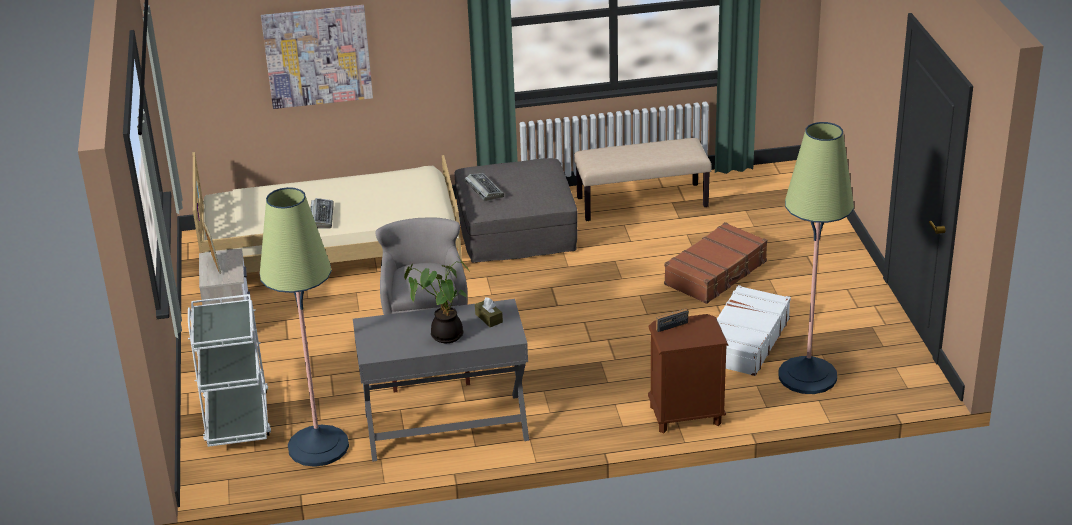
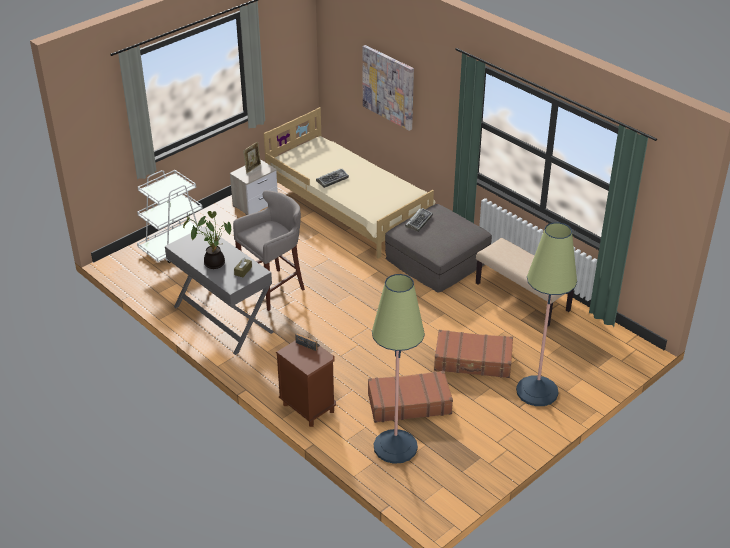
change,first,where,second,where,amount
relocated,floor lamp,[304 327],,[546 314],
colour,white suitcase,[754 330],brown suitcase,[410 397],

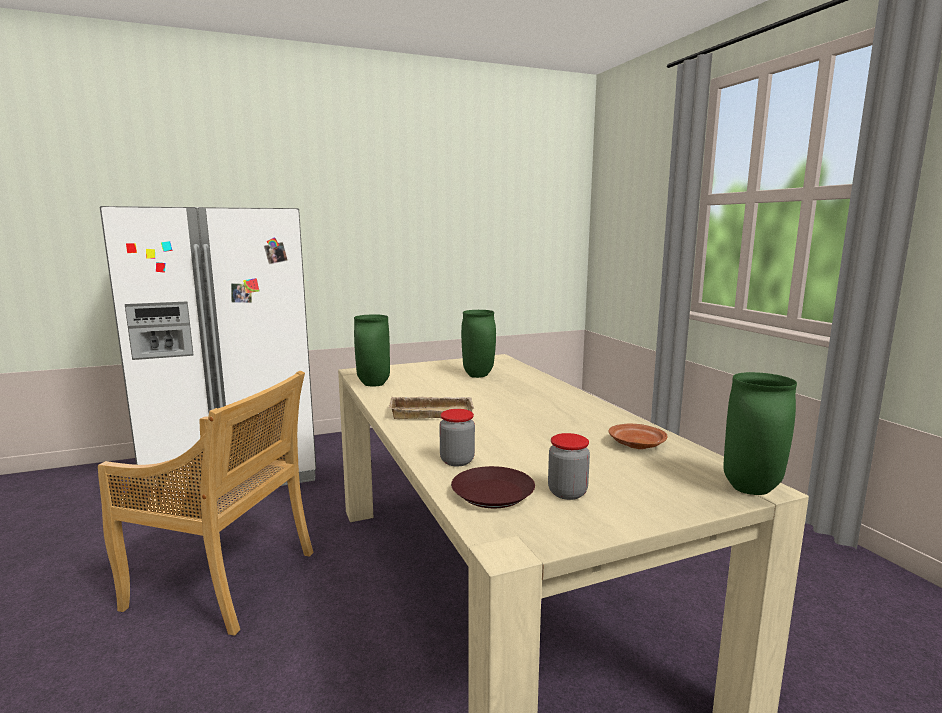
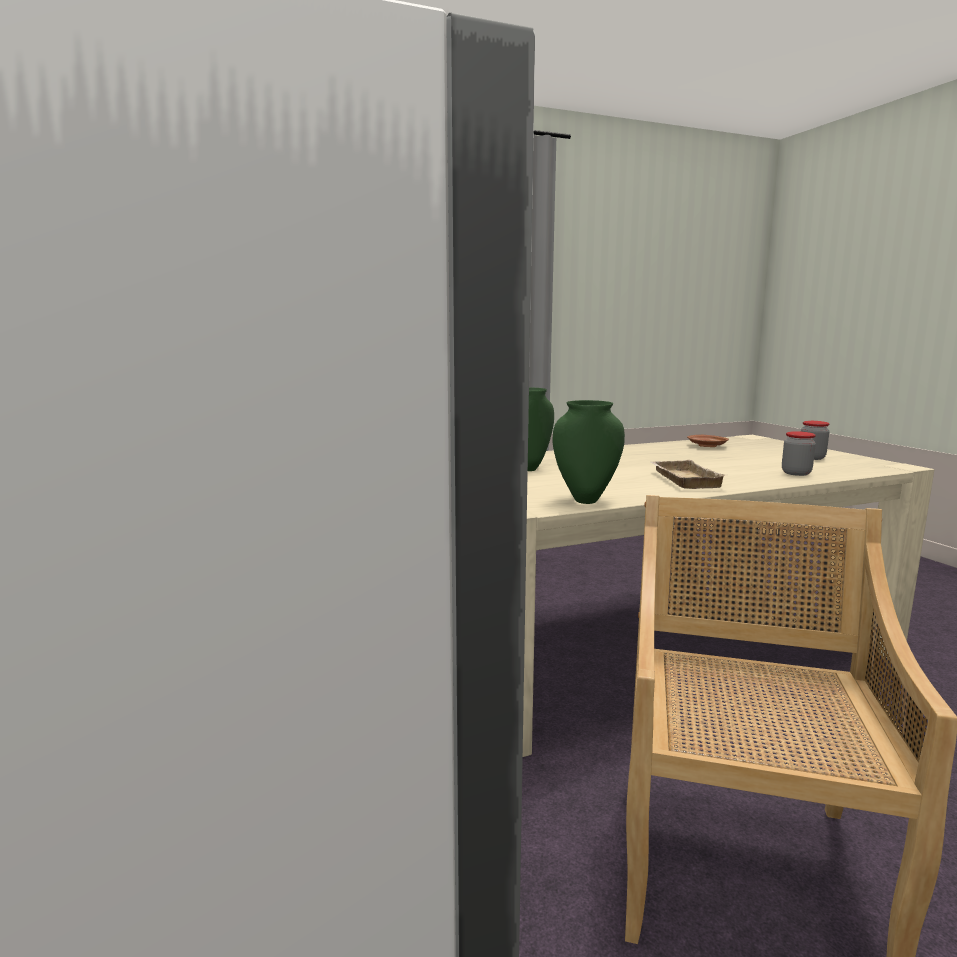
change,first,where,second,where,amount
missing,brown plate,[493 487],,,
missing,green vase,[760 433],,,

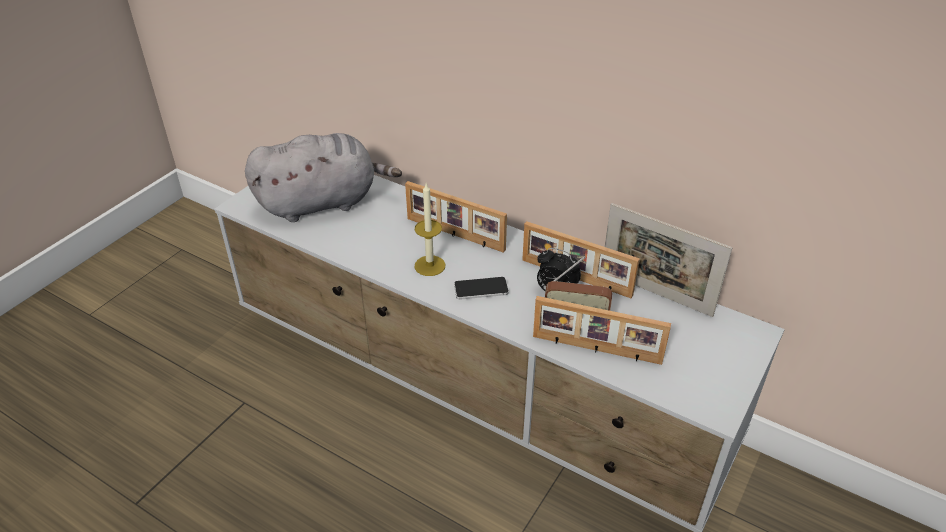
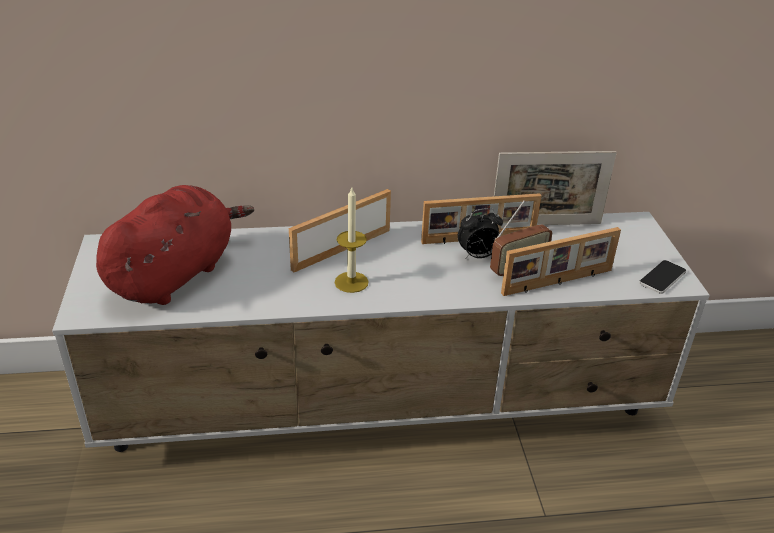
change,first,where,second,where,amount
colour,grey plush toy,[323 177],red plush toy,[175 245],
spun,picture frame,[456 217],,[340 231],150 degrees clockwise
relocated,phone,[481 288],,[662 277],

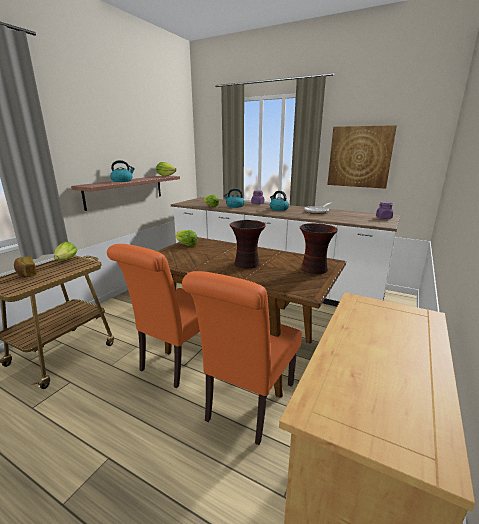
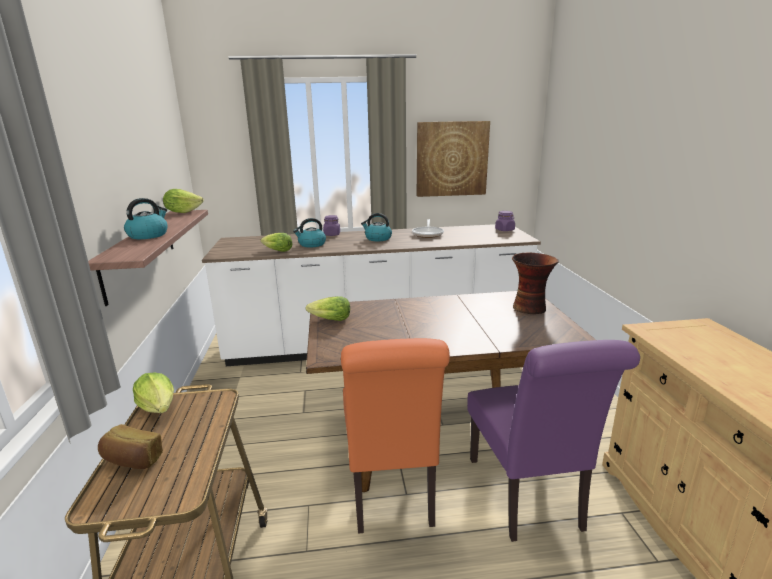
change,first,where,second,where,amount
colour,orange chair,[242 358],purple chair,[553 441],
missing,vase,[248 244],,,

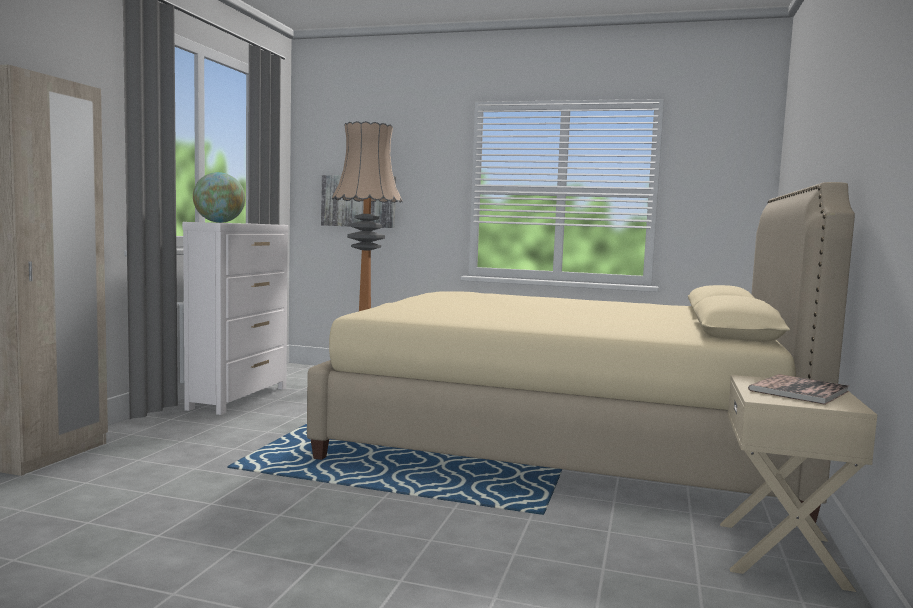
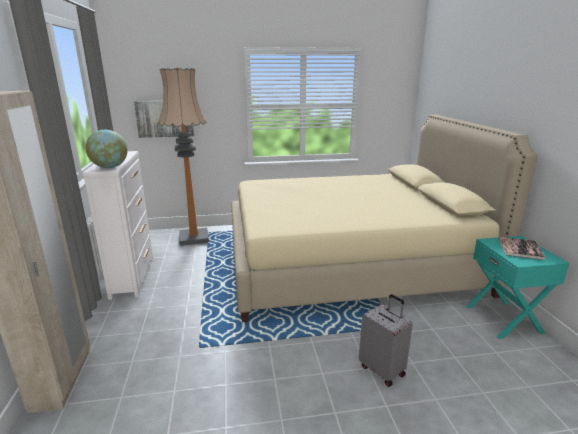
change,first,where,second,where,amount
colour,beige nightstand,[798 483],turquoise nightstand,[518 287],
appeared,,,grey suitcase,[386 340],

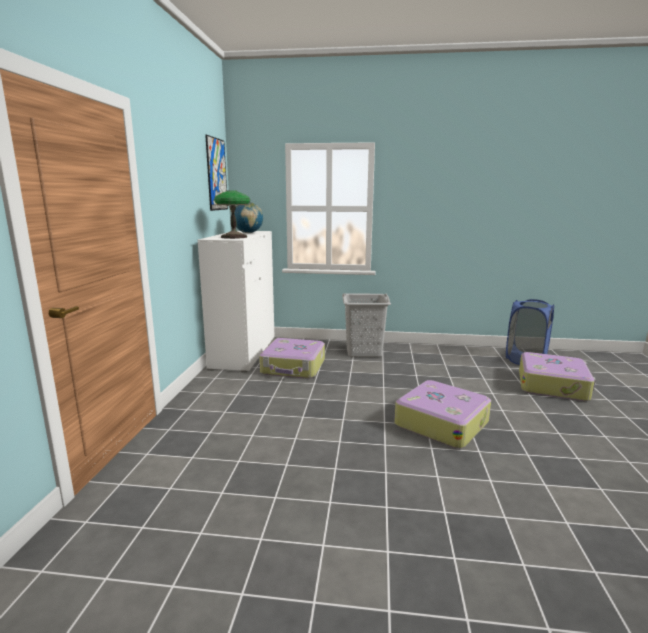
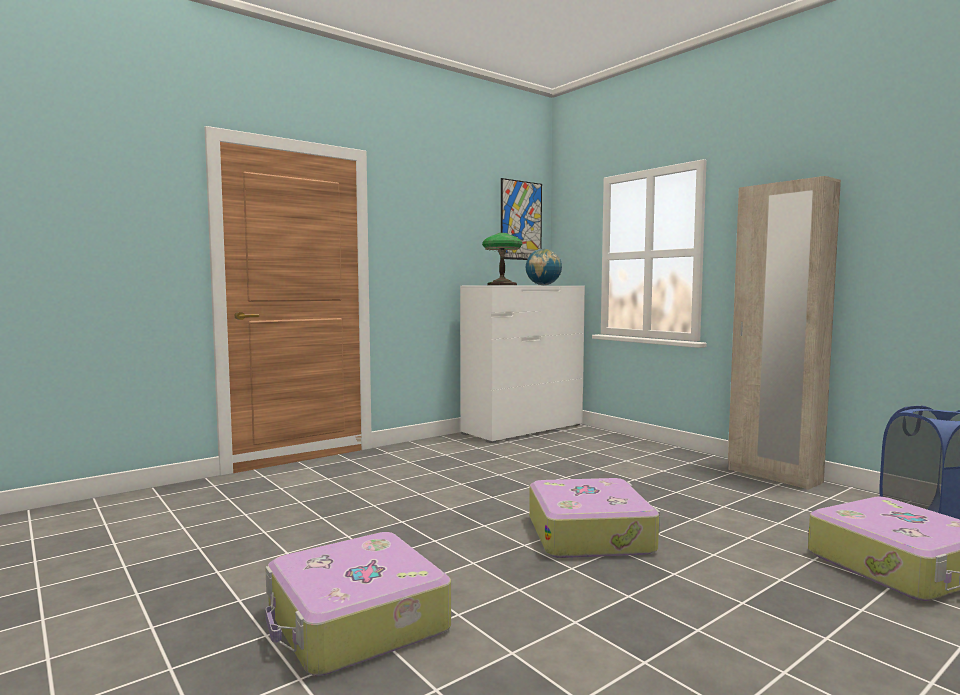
change,first,where,second,where,amount
relocated,suitcase,[292 358],,[358 603],
missing,grey laundry basket,[366 325],,,
appeared,,,beige wardrobe,[784 333],

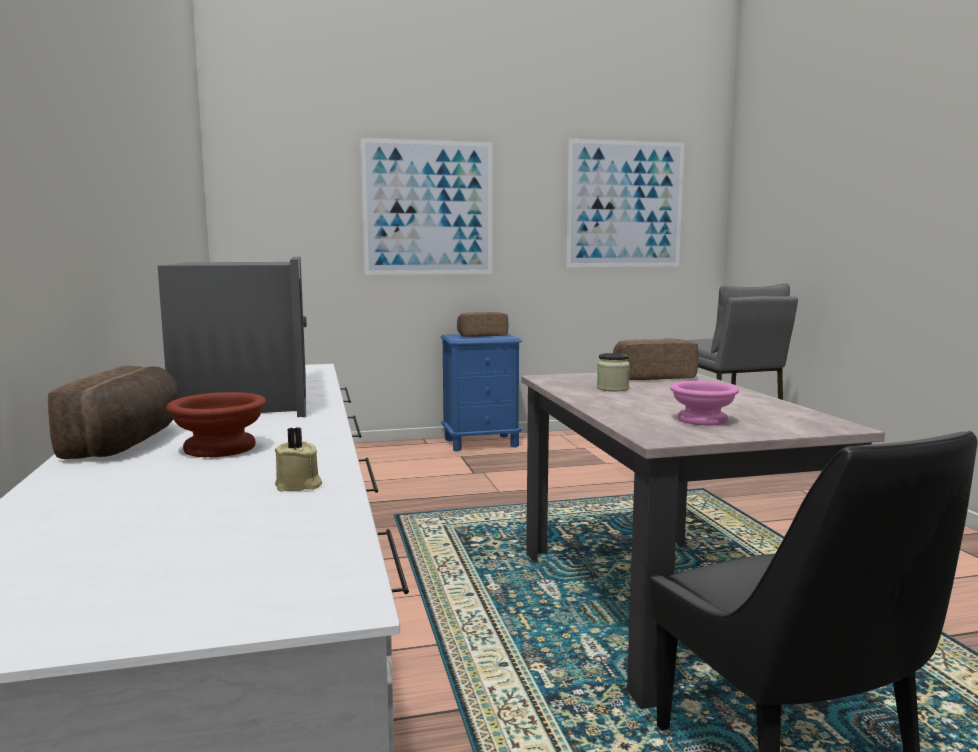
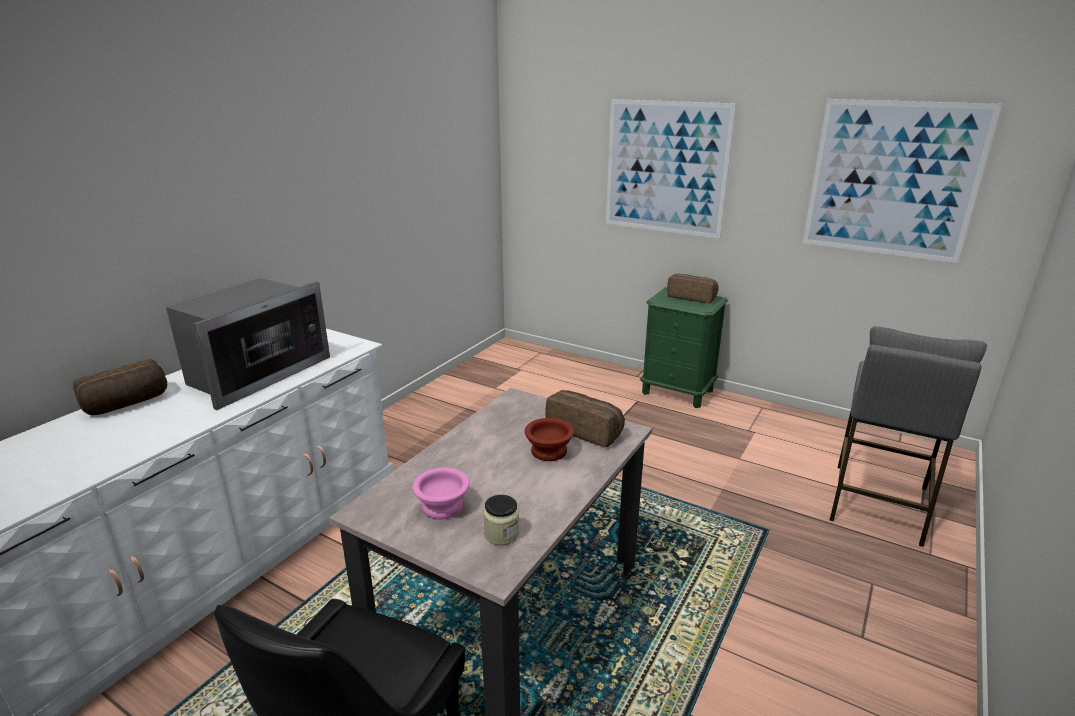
change,first,where,second,where,amount
relocated,brown bowl,[216 424],,[549 439],
missing,beige candle,[298 459],,,
colour,blue nightstand,[481 392],green nightstand,[684 347],
relocated,jar,[613 372],,[501 520],

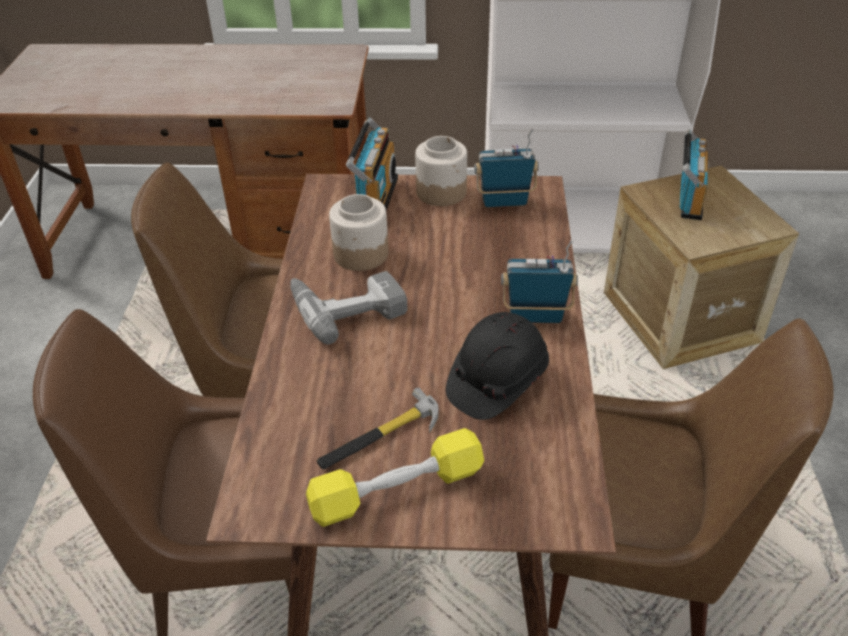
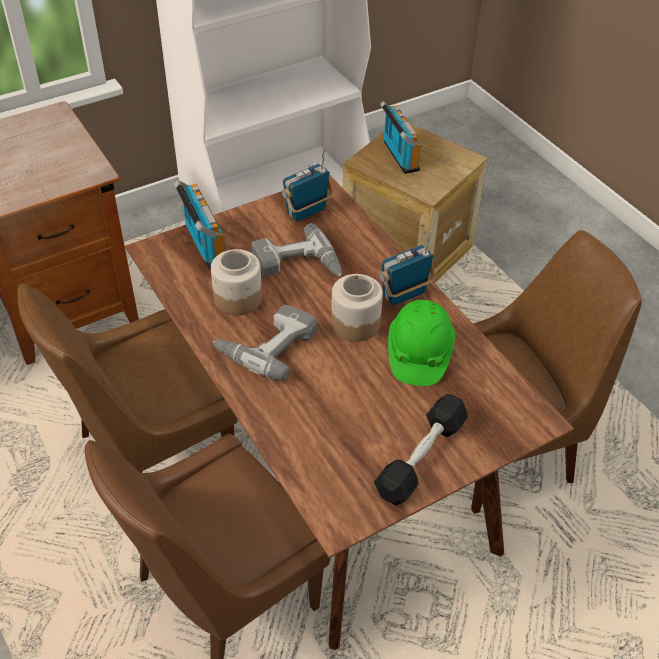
change,first,where,second,where,amount
colour,yellow dumbbell,[395 477],black dumbbell,[421 450],
missing,hammer,[378 428],,,
relocated,jar,[441 171],,[357 308],
colour,black hard hat,[497 366],green hard hat,[421 343],
appeared,,,power drill,[296 250],

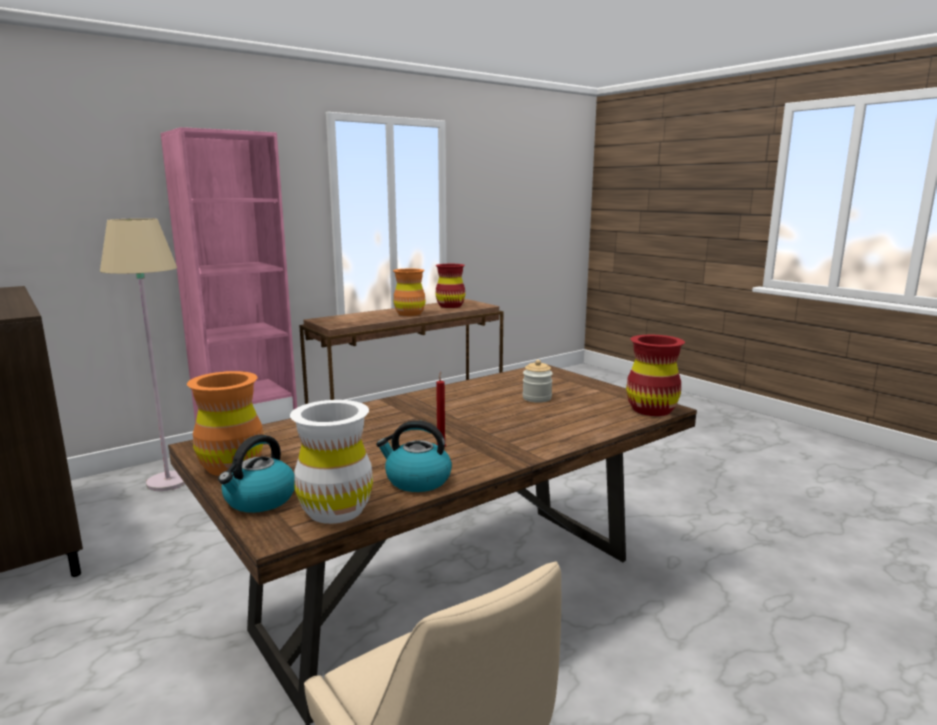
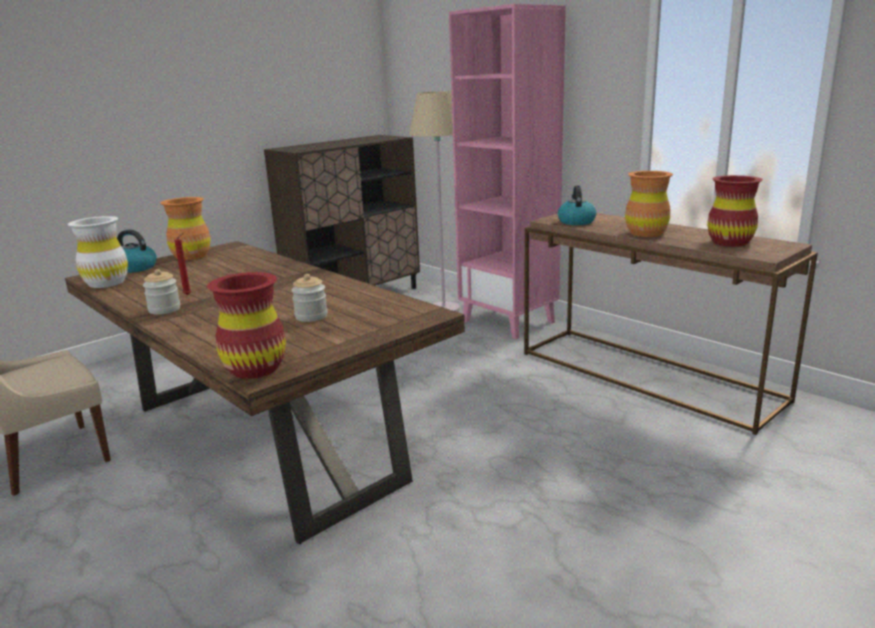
change,first,where,second,where,amount
relocated,kettle,[414 456],,[577 205],
appeared,,,jar,[161 292],

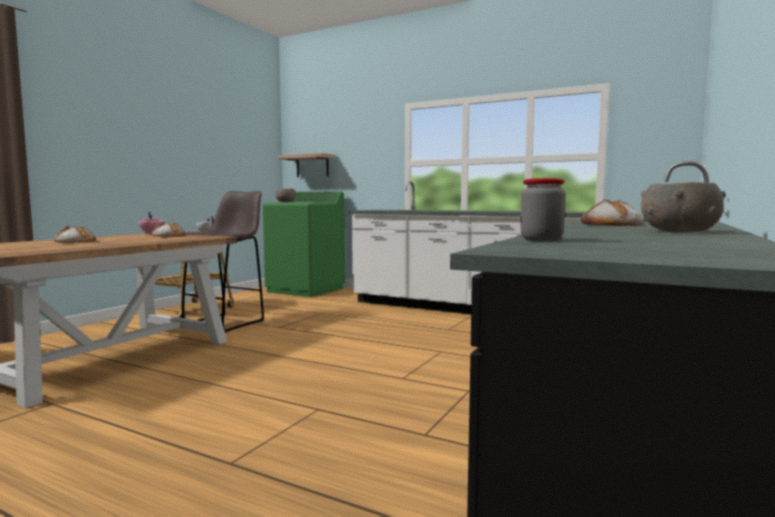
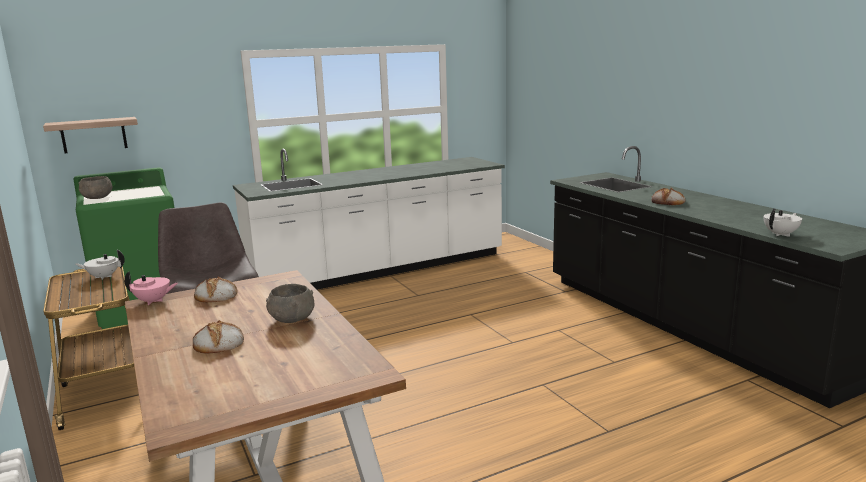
change,first,where,second,where,amount
exchanged,jar,[543 209],white teapot,[783 222],
relocated,grey bowl,[683 207],,[290 303],

